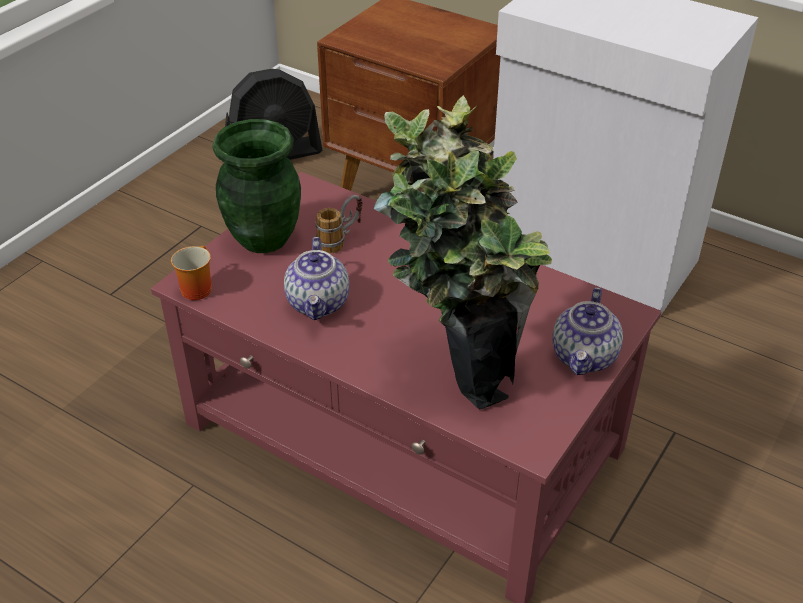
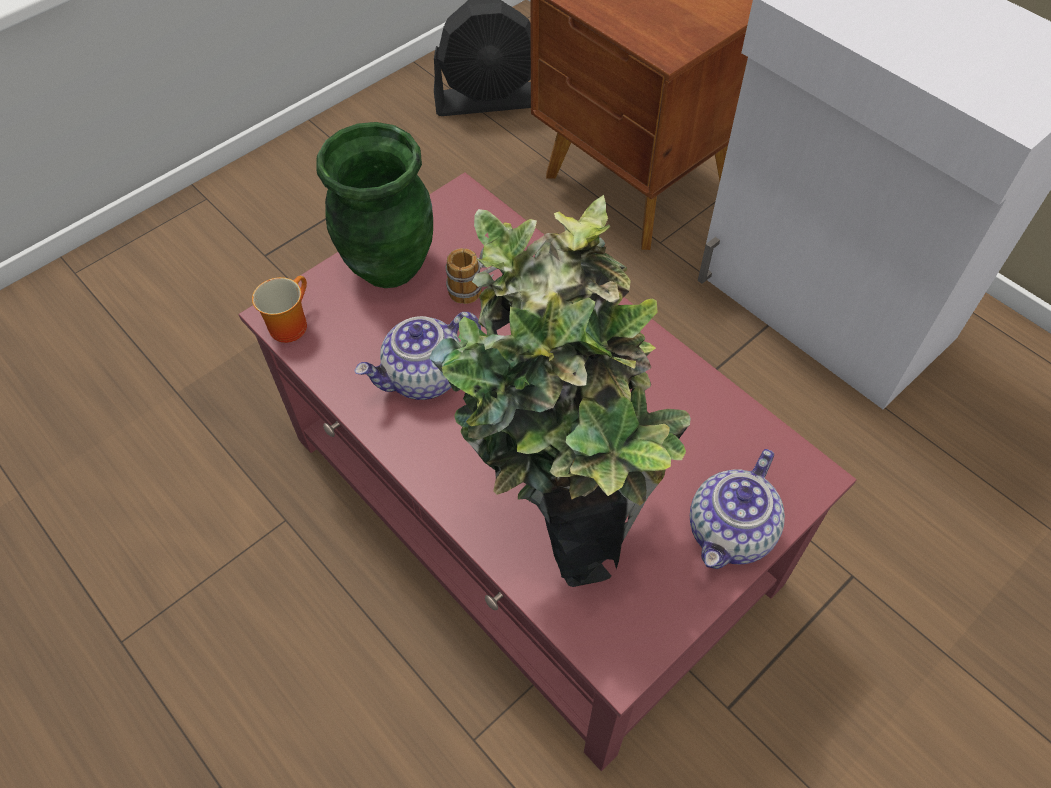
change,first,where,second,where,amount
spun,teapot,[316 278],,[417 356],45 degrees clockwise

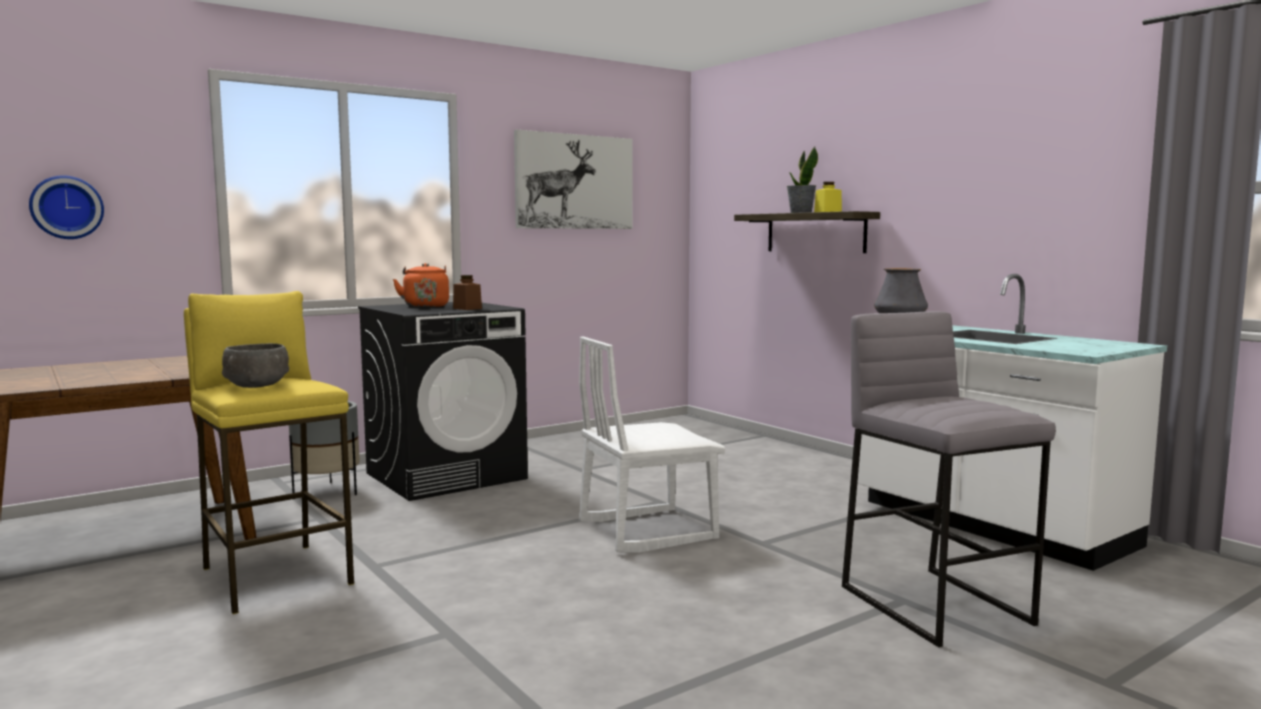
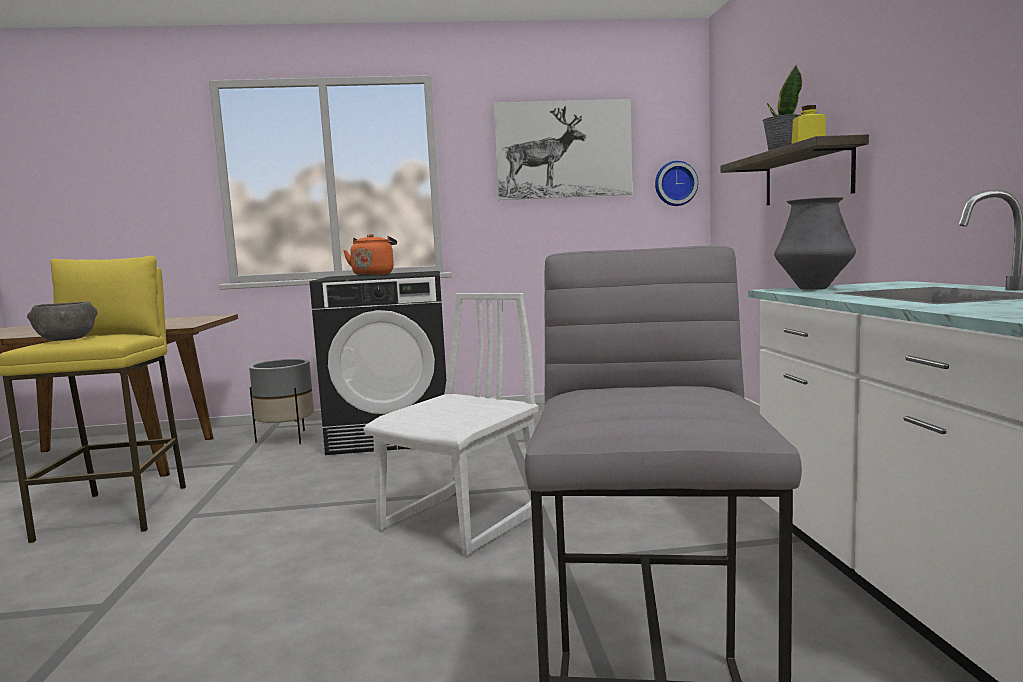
change,first,where,second,where,amount
relocated,wall clock,[66 207],,[676 183],
missing,brown jar,[467 292],,,
spun,white chair,[652 445],,[453 424],120 degrees clockwise

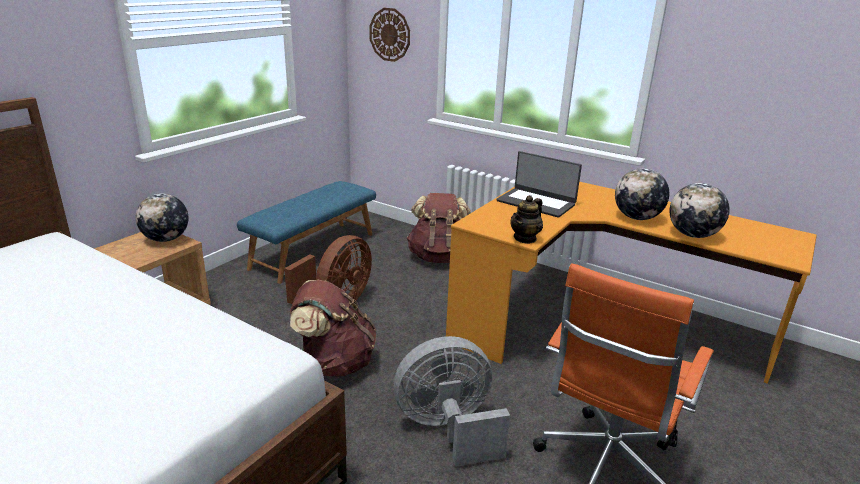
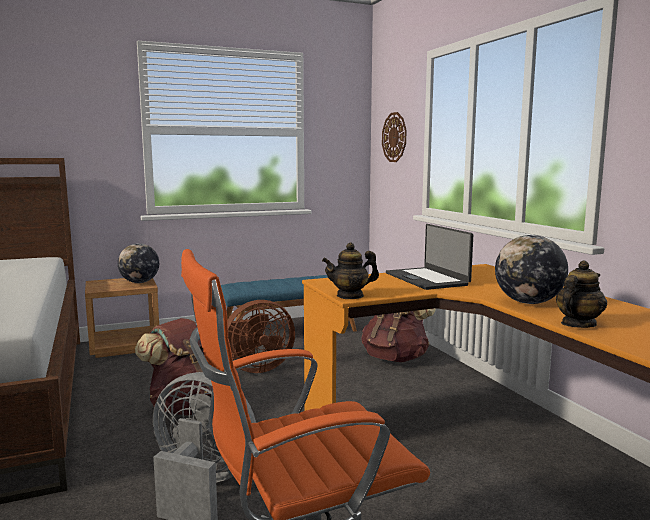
change,first,where,second,where,amount
exchanged,globe,[700 210],teapot,[581 294],

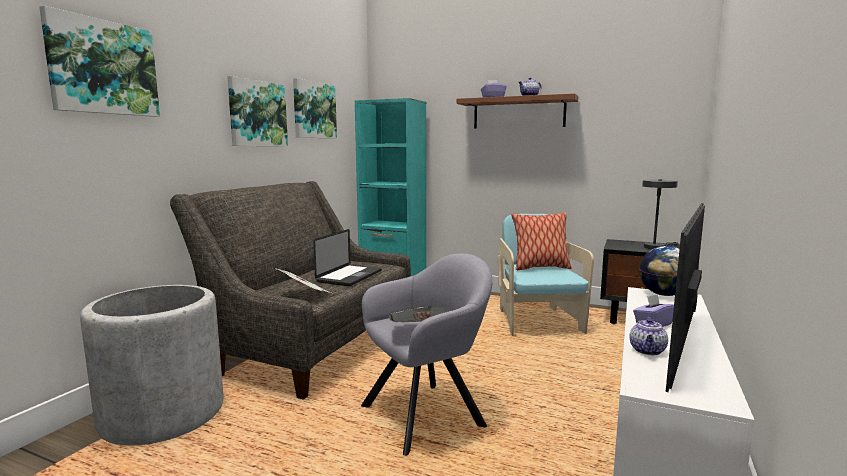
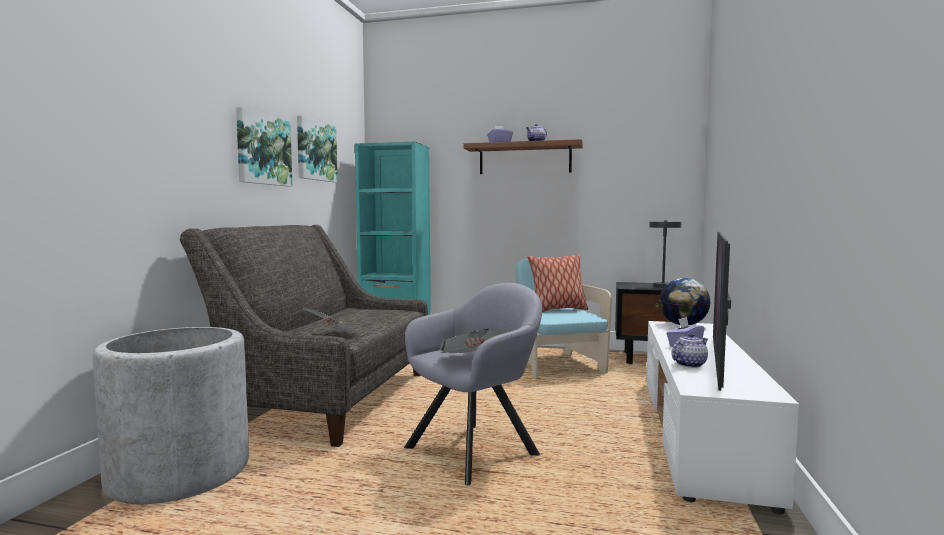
change,first,where,second,where,amount
missing,picture,[99 61],,,
missing,laptop,[347 257],,,
spun,teapot,[649 336],,[689 350],135 degrees counterclockwise

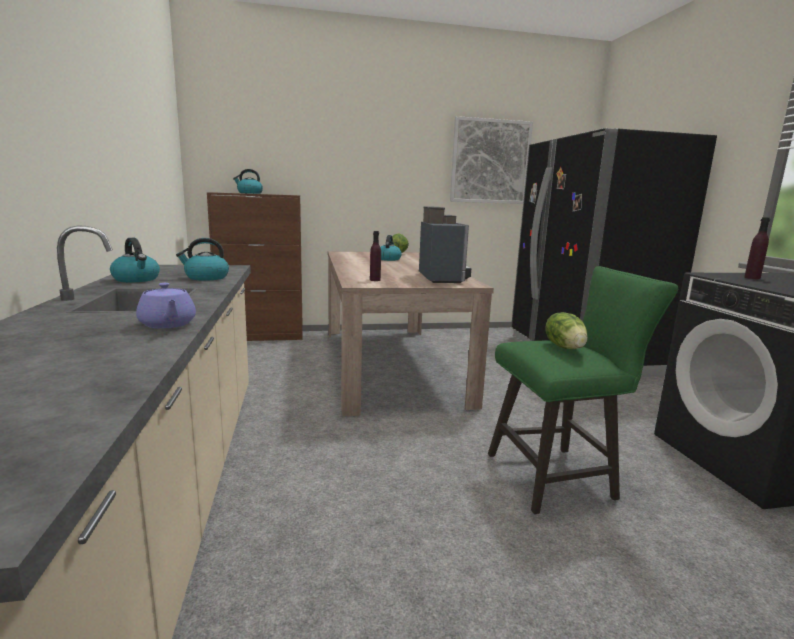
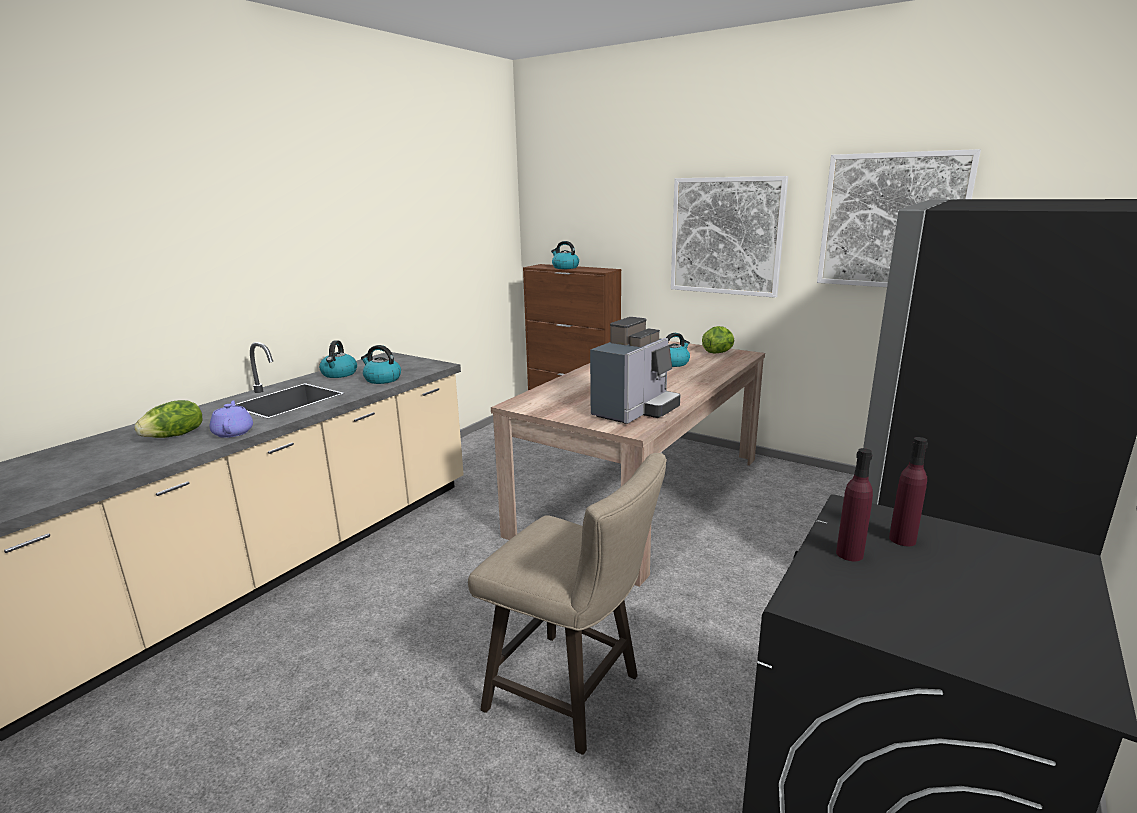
change,first,where,second,where,amount
spun,purple teapot,[166 306],,[231 419],150 degrees clockwise
relocated,purple bottle,[375 256],,[854 504],
colour,green stool,[583 390],beige stool,[567 604],
relocated,lettuce,[566 330],,[168 419],
appeared,,,picture,[729 237],

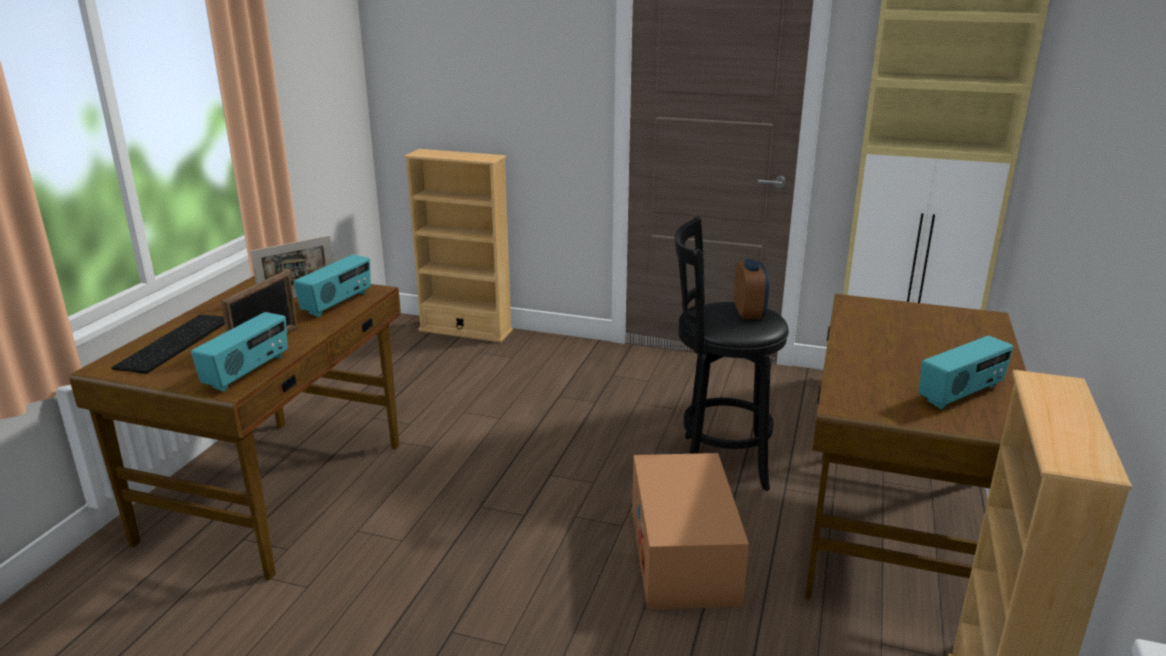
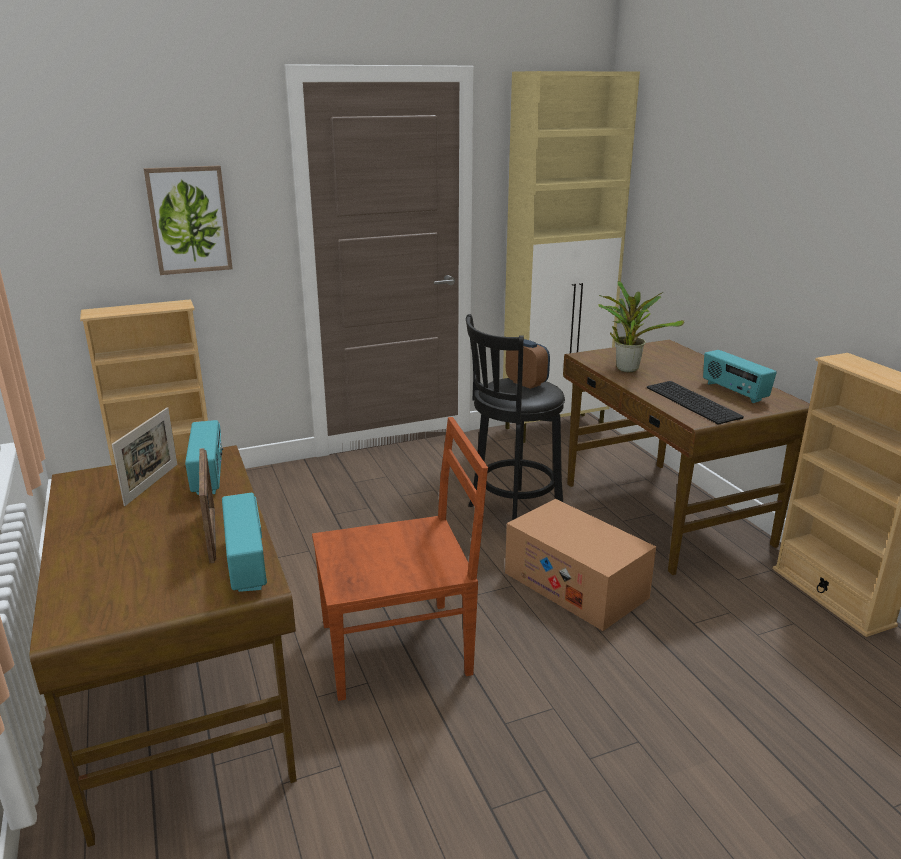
change,first,where,second,where,amount
relocated,keyboard,[168 344],,[695 402],
spun,radio,[966 373],,[740 376],135 degrees clockwise
appeared,,,picture,[188 220],
appeared,,,brown chair,[400 559],
appeared,,,potted plant,[641 326],

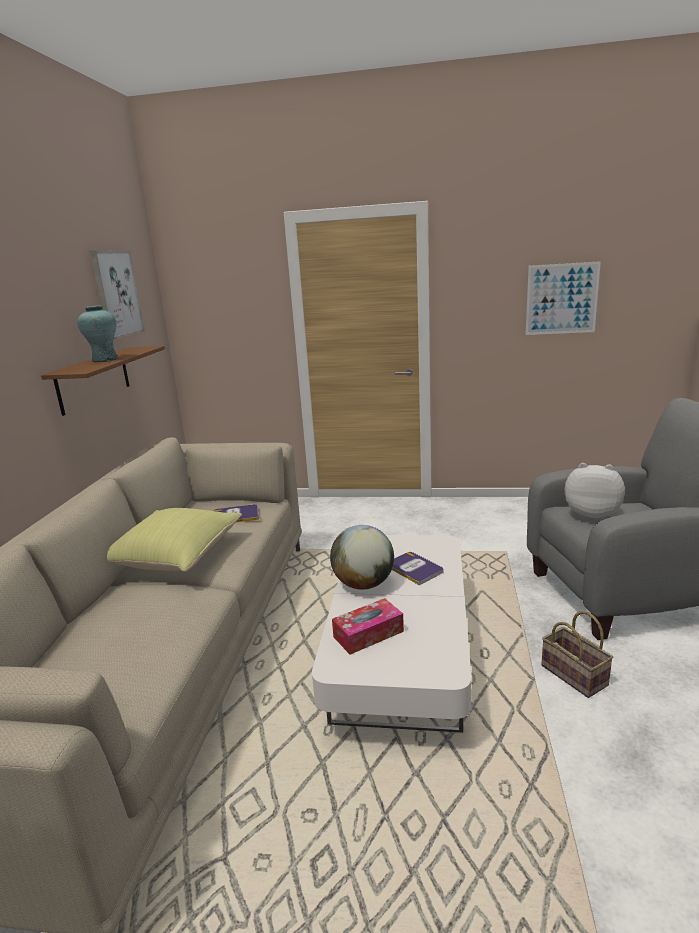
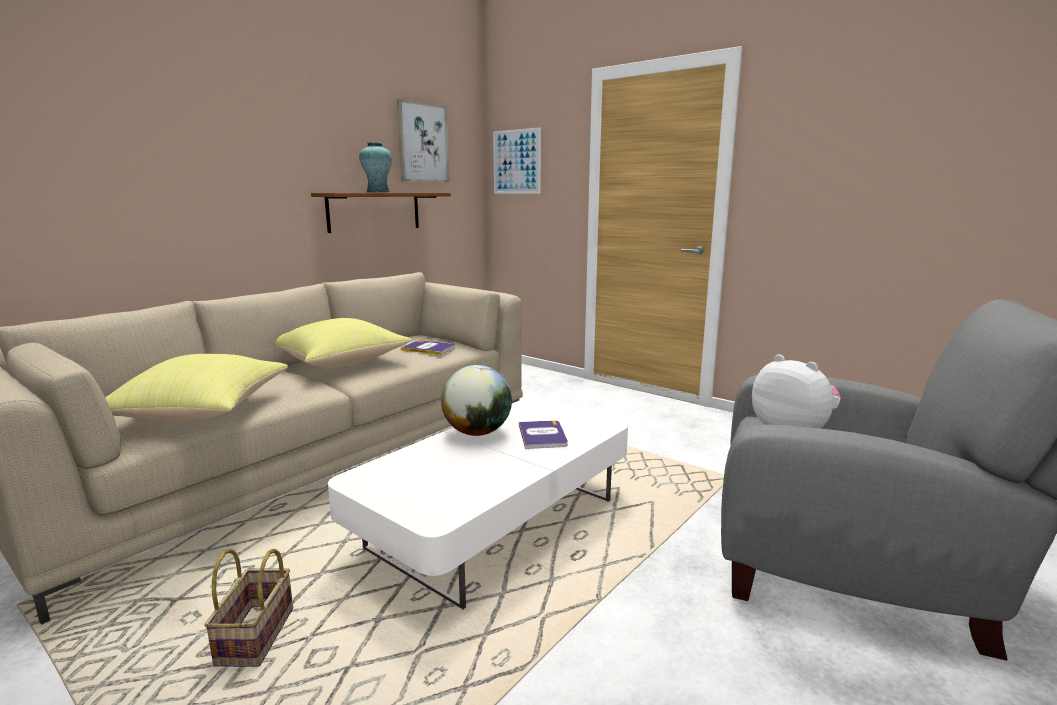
change,first,where,second,where,amount
missing,tissue box,[368 626],,,
relocated,picture,[563 298],,[517 160],
relocated,basket,[577 654],,[248 608],
appeared,,,yellow pillow,[196 387],

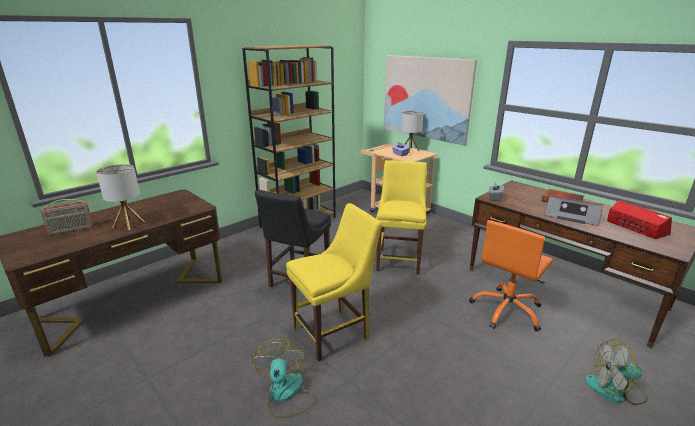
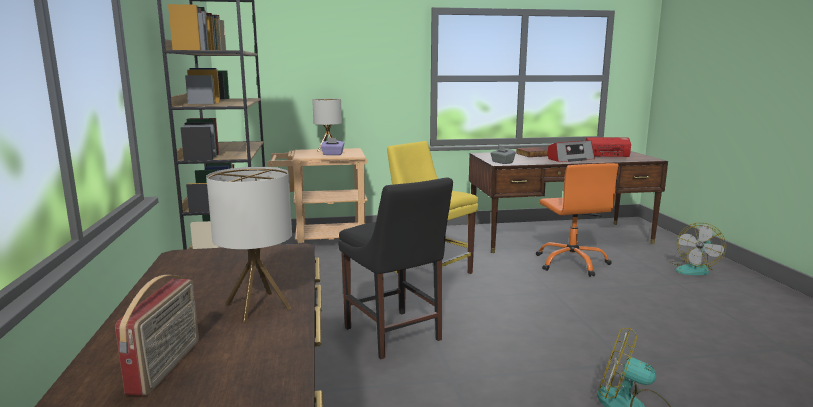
change,first,where,second,where,amount
missing,yellow chair,[334 282],,,
missing,picture,[430 100],,,

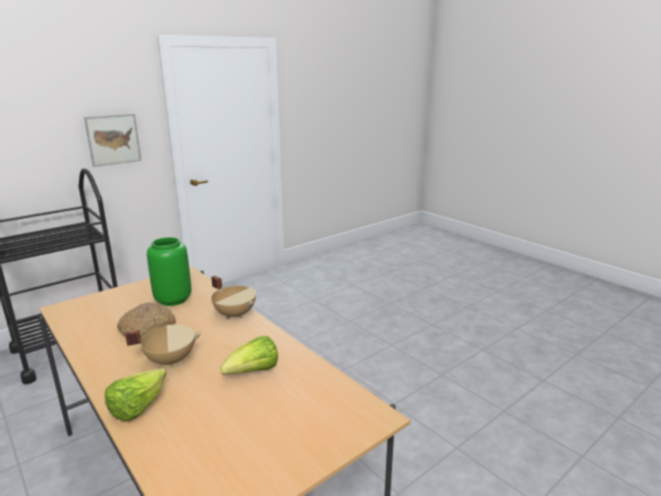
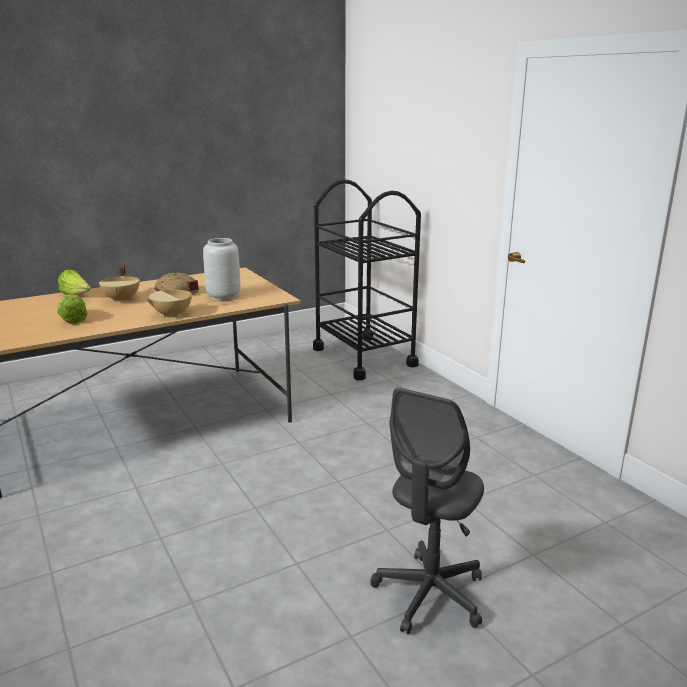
change,first,where,second,where,amount
missing,picture,[113 140],,,
colour,green vase,[169 271],grey vase,[222 269],
appeared,,,grey office chair,[427 511],

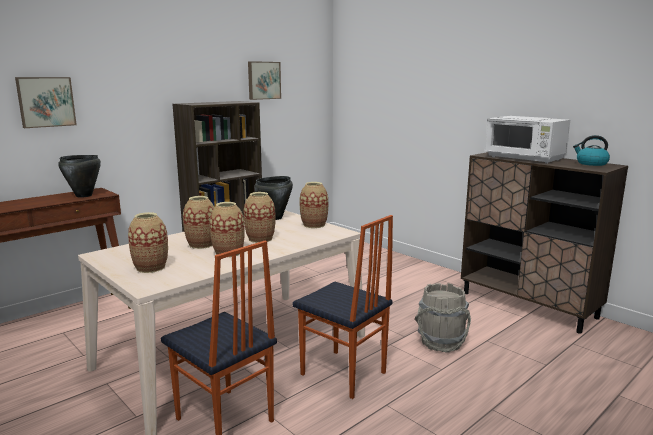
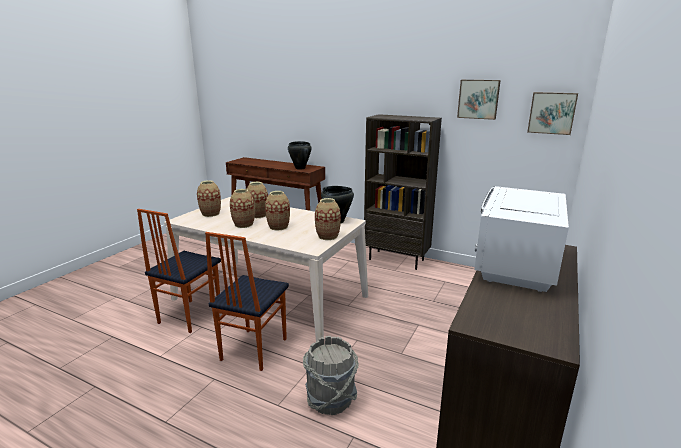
change,first,where,second,where,amount
relocated,picture,[46 102],,[552 113],
missing,kettle,[591 150],,,

